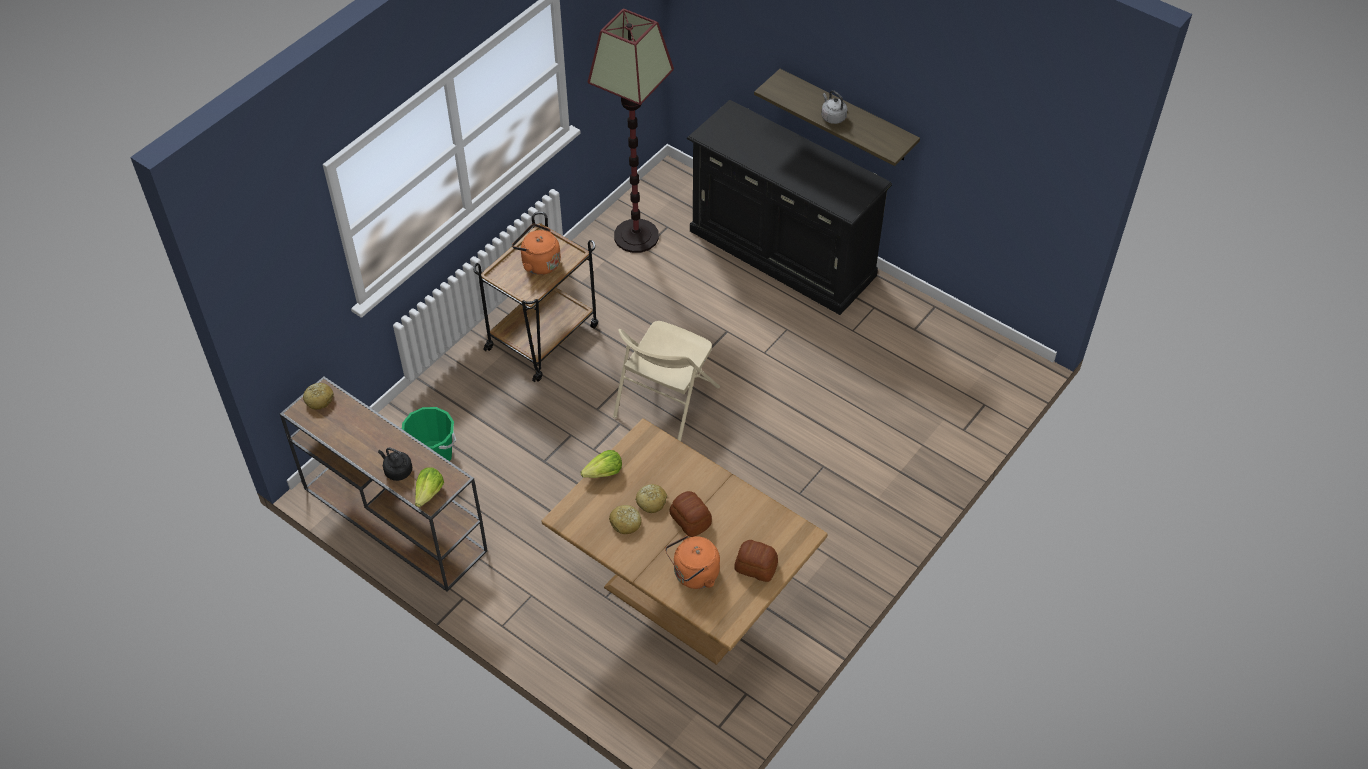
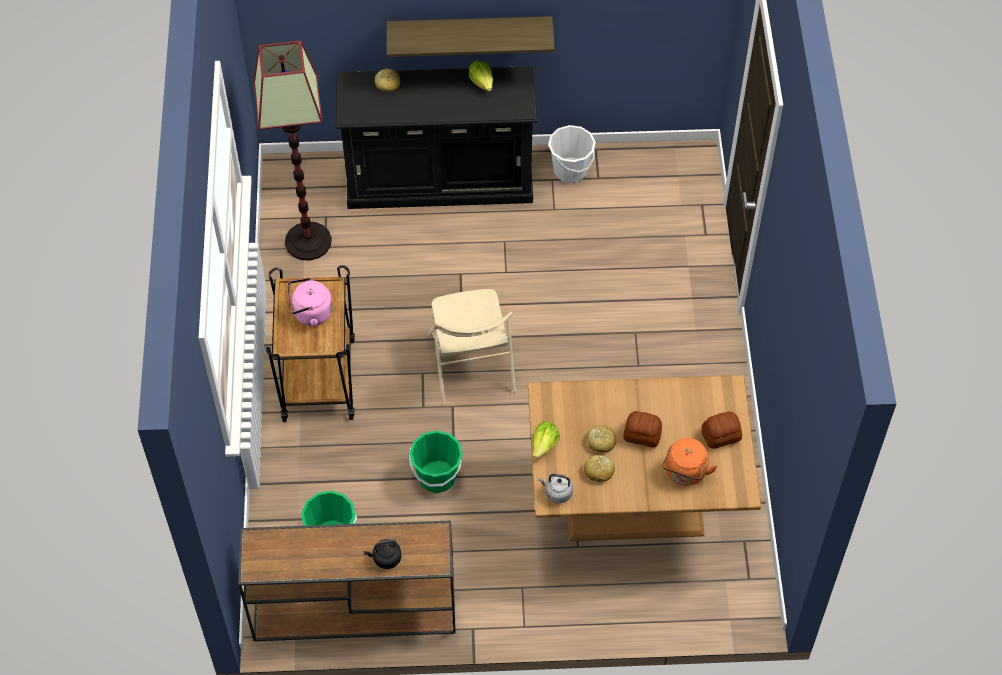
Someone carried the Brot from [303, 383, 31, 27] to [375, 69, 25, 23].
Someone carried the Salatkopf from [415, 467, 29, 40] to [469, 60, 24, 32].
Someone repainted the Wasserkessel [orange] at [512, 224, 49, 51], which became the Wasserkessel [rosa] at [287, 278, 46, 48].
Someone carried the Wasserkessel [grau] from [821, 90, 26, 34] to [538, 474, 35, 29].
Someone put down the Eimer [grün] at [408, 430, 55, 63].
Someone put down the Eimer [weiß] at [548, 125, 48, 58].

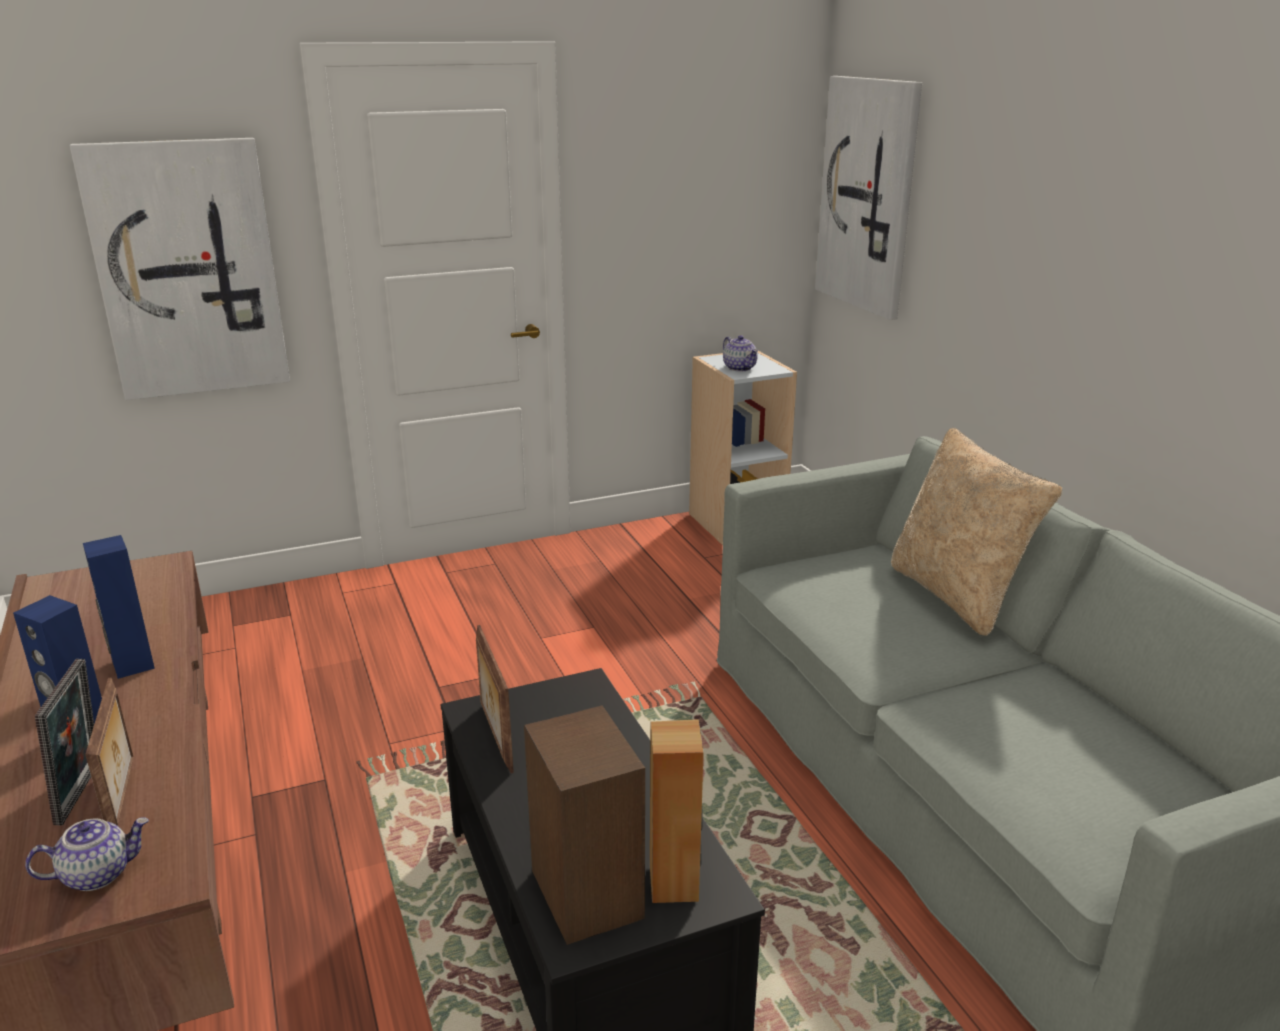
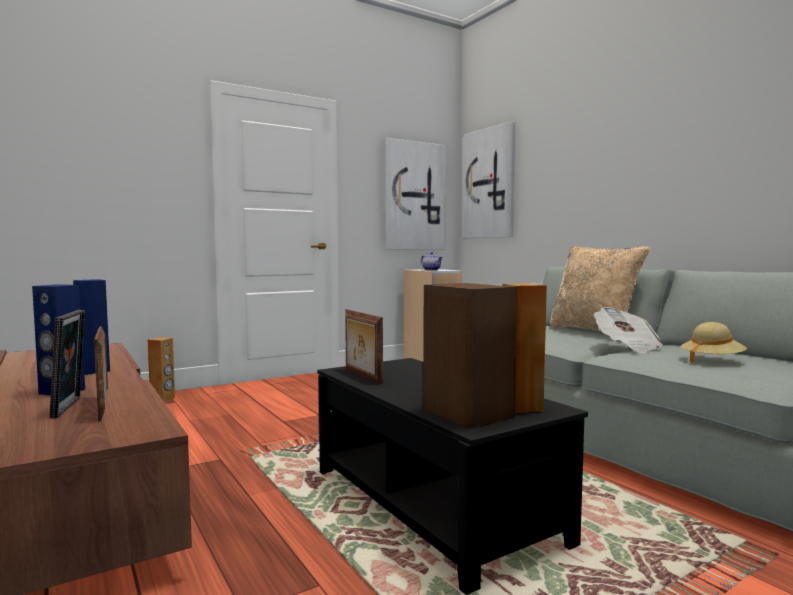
Someone took away the Teekanne at [25, 817, 124, 74].
Someone carried the Bild from [70, 138, 220, 262] to [385, 138, 61, 112].
Someone put down the Lautsprecher [braun] at [148, 337, 27, 65].
Someone put down the Zeitung at [594, 307, 69, 46].
Someone put down the Hut [beige] at [681, 322, 66, 42].

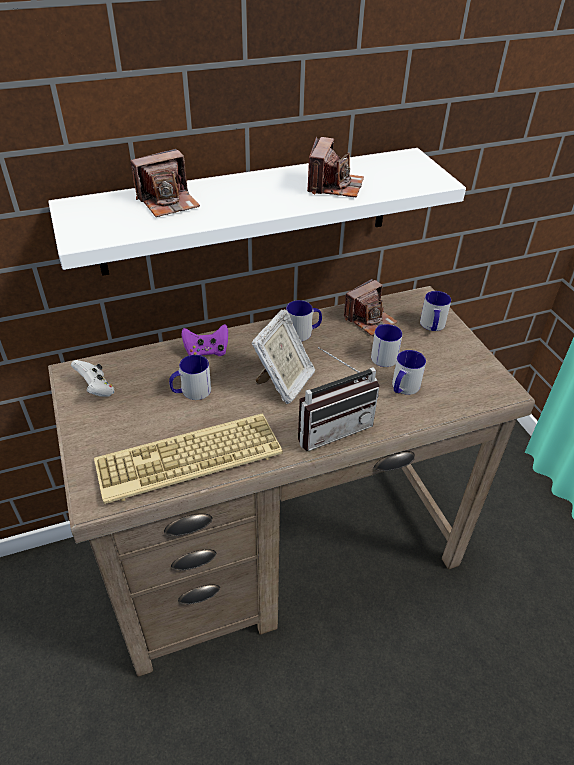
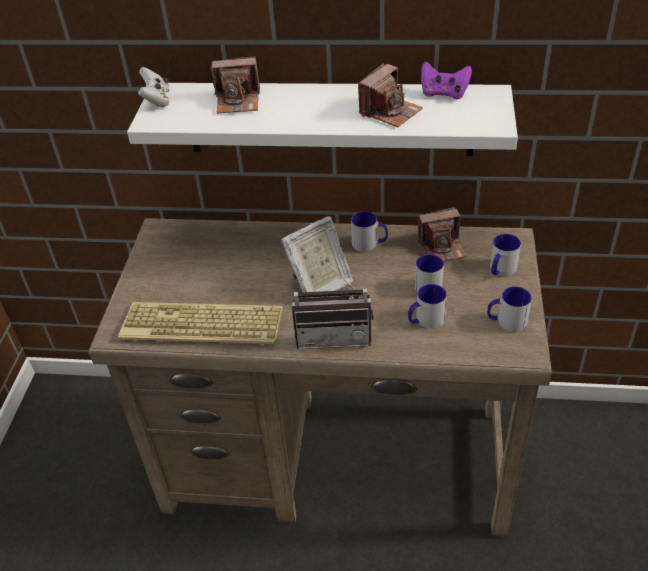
Someone carried the Gamepad [weiß] from [71, 360, 44, 37] to [138, 67, 31, 40].
Someone carried the Henkelbecher from [169, 355, 42, 45] to [487, 286, 45, 46].
Someone carried the Gamepad [lila] from [181, 324, 47, 32] to [421, 62, 51, 37].

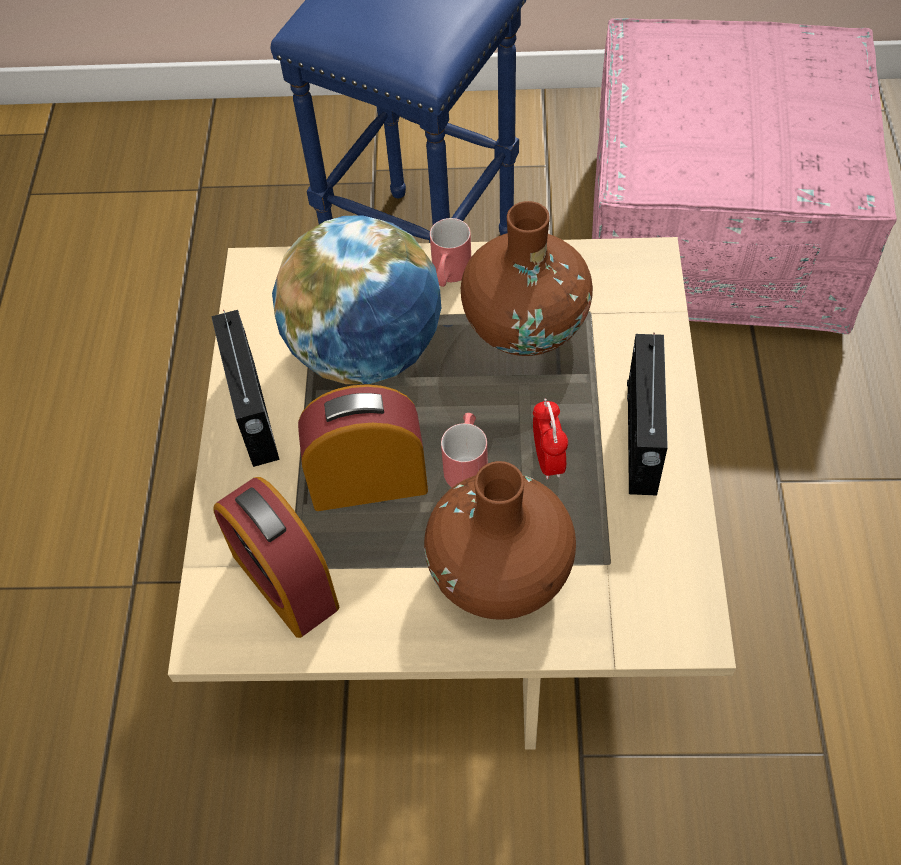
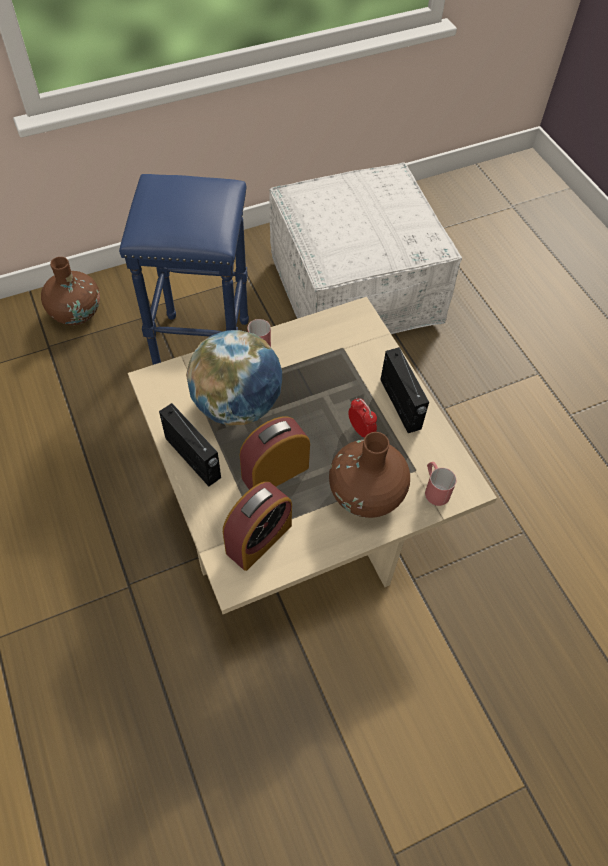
Someone rotated the Wecker at [213, 477, 126, 161] by 75 degrees counterclockwise.
Someone carried the Henkelbecher [rot] from [441, 413, 47, 74] to [425, 462, 31, 44].
Someone carried the Vase [braun] from [461, 201, 132, 155] to [41, 257, 59, 68].
Someone repainted the Polsterhocker [rosa] at [592, 18, 305, 316], which became the Polsterhocker [weiß] at [269, 162, 193, 172].

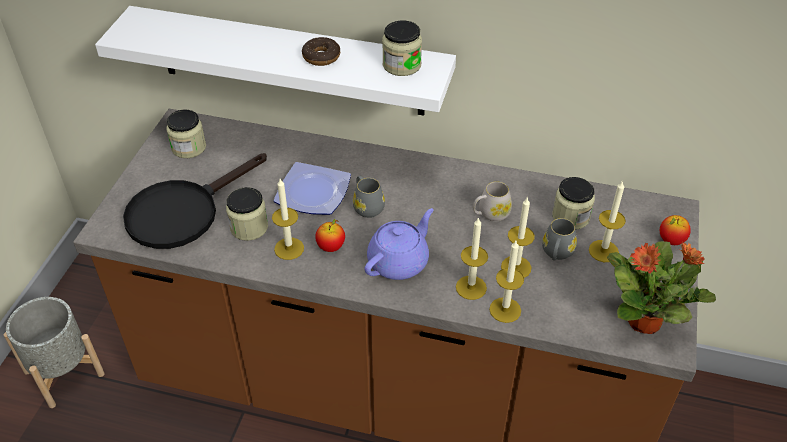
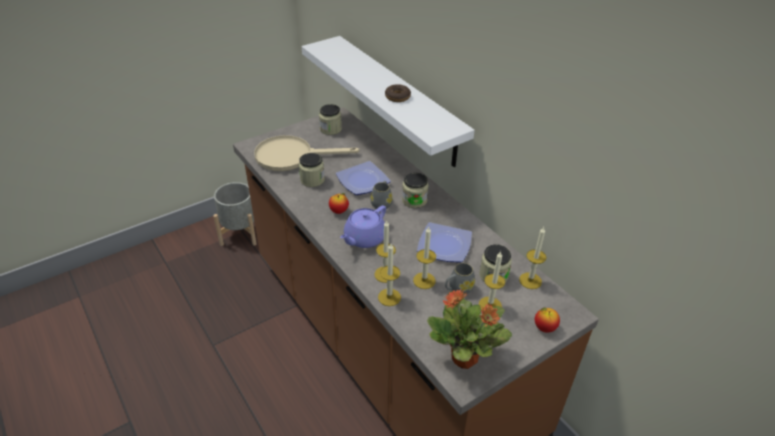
Someone repainted the Pfanne [schwarz] at [123, 153, 144, 96], which became the Pfanne [beige] at [254, 135, 105, 36].
Someone carried the Kerze from [272, 179, 32, 81] to [519, 227, 28, 62].
Someone rotated the Teekanne [lila] at [364, 208, 69, 72] by 135 degrees clockwise.
Someone carried the Vorratsglas from [382, 21, 40, 55] to [402, 173, 26, 35].
Someone swapped the Henkelbecher [weiß] at [473, 181, 39, 41] for the Teller at [417, 222, 55, 41].

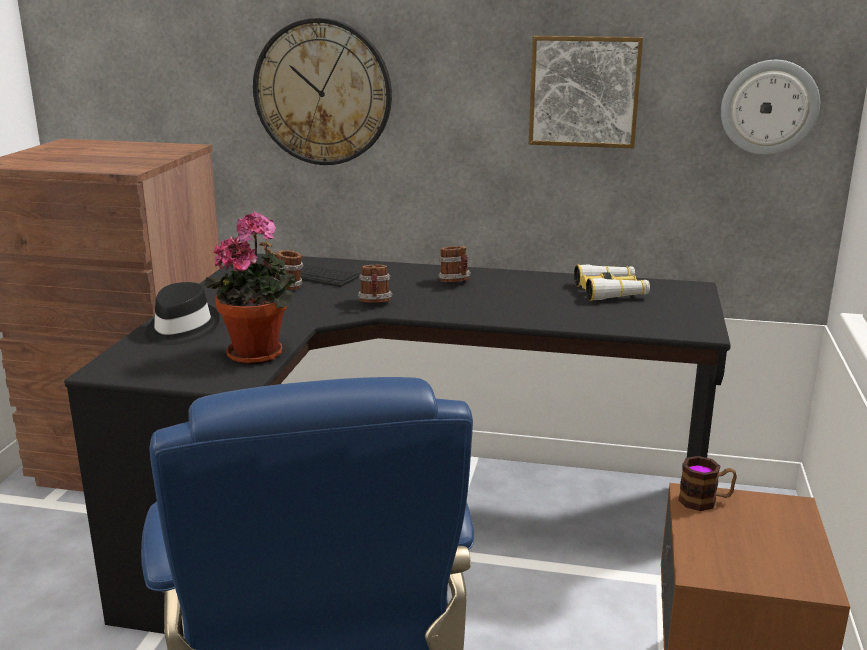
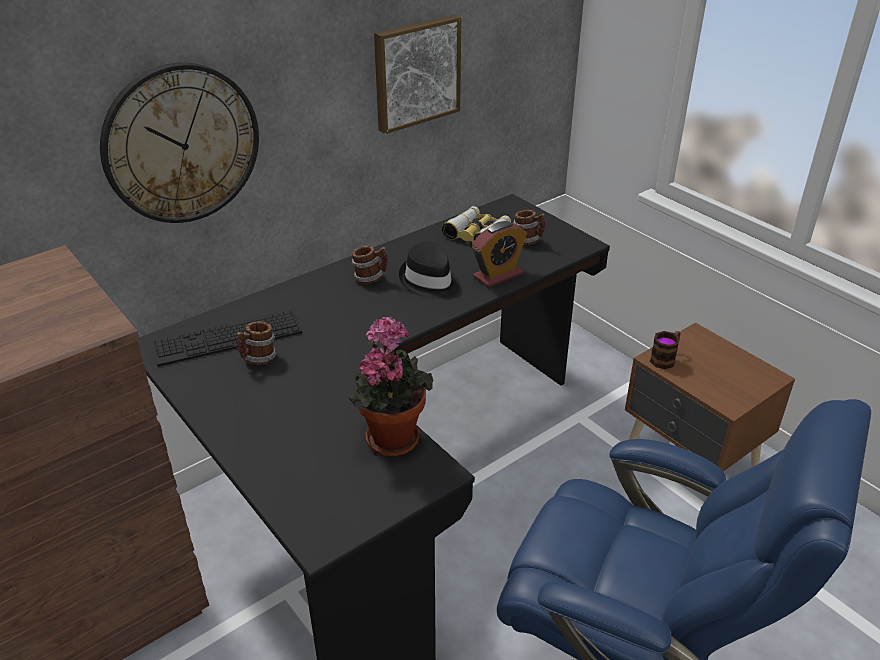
Someone carried the Hut [schwarz] from [145, 282, 74, 63] to [399, 241, 61, 58].
Someone carried the Henkelbecher from [358, 265, 34, 38] to [513, 210, 33, 35].
Someone took away the Wanduhr at [721, 60, 99, 95].
Someone put down the Wecker at [472, 221, 55, 67].

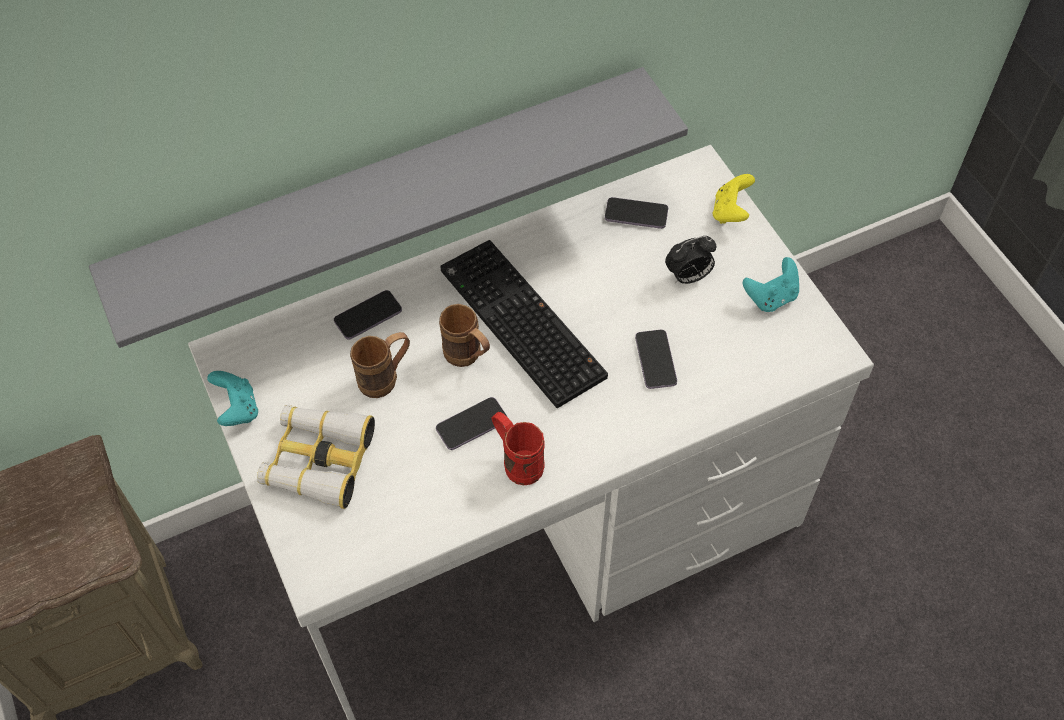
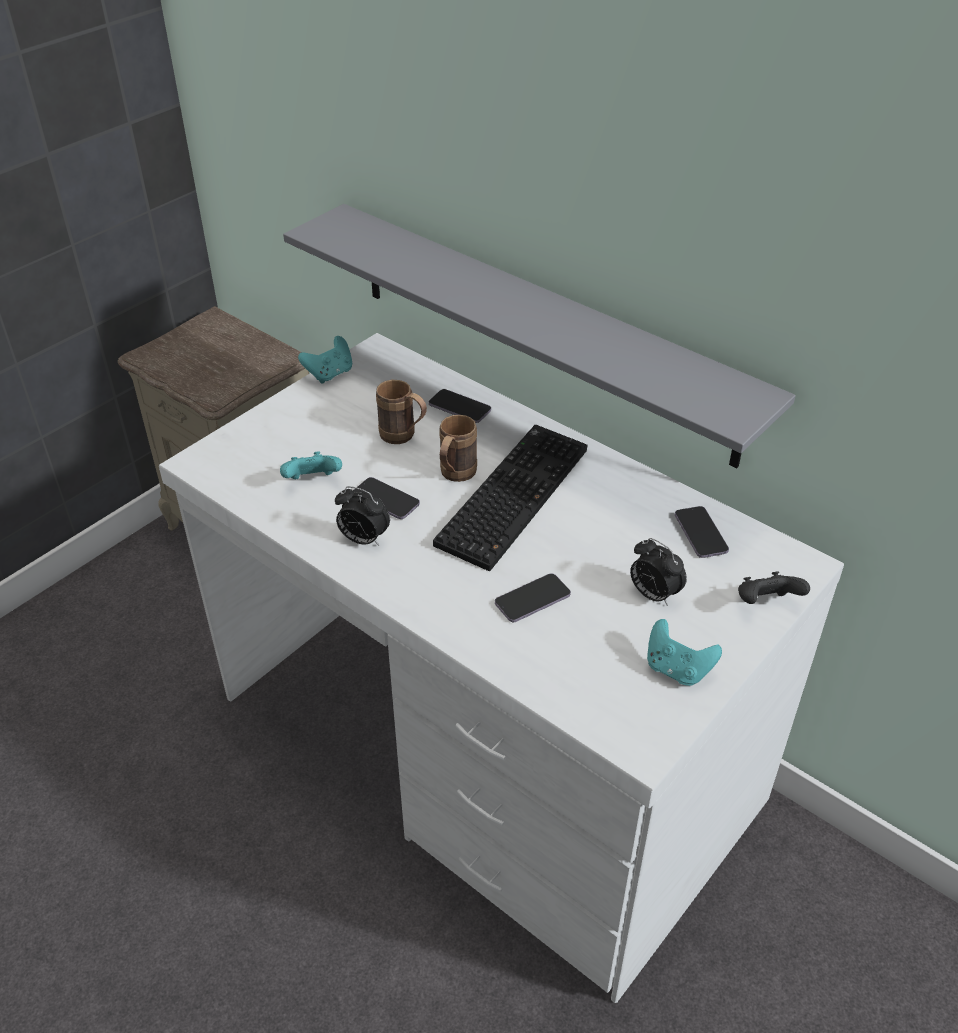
Someone took away the Fernglas at [257, 405, 118, 104].
Someone swapped the Henkelbecher [rot] at [492, 412, 53, 73] for the Wecker at [335, 486, 55, 60].
Someone repainted the Gamepad [gelb] at [713, 174, 42, 50], which became the Gamepad [schwarz] at [738, 571, 72, 33].
Someone put down the Gamepad [türkis] at [280, 451, 62, 28].

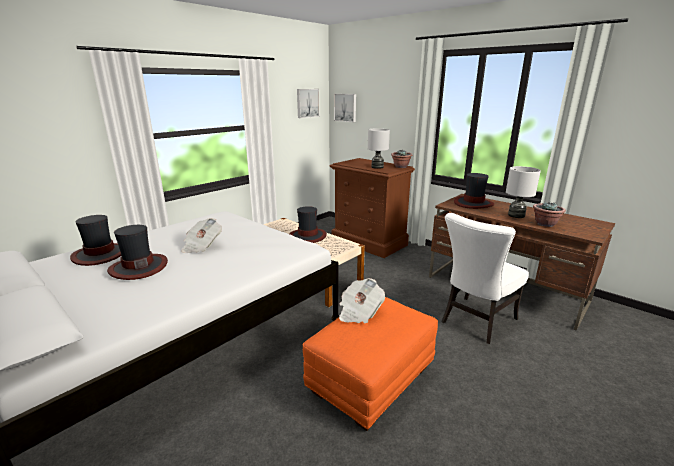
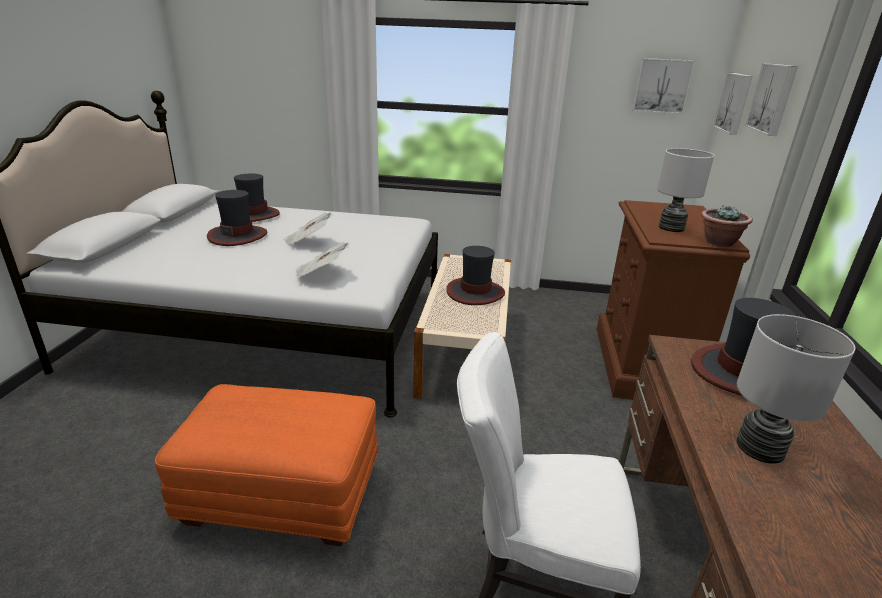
Someone carried the Zeitung from [339, 278, 46, 45] to [296, 242, 53, 36].
Someone took away the Topfpflanze at [533, 201, 33, 26].
Someone put up the Bild at [745, 63, 53, 73].

